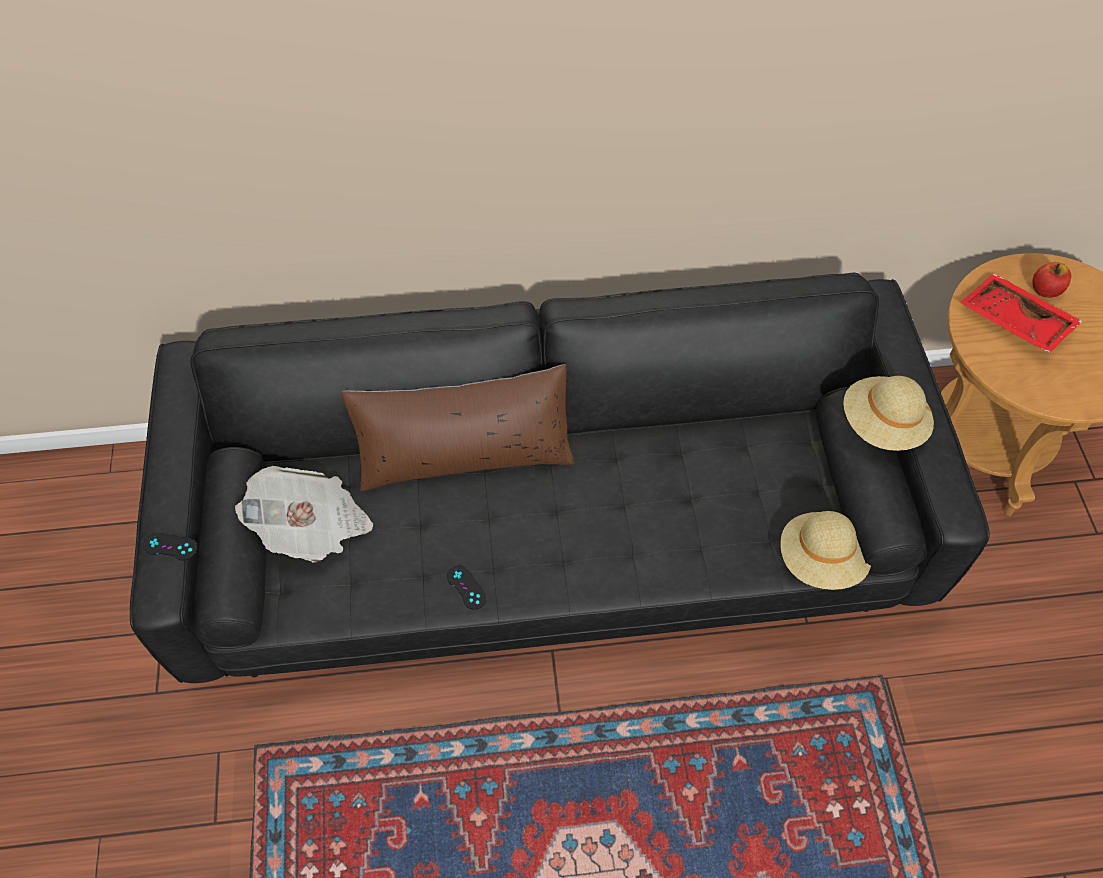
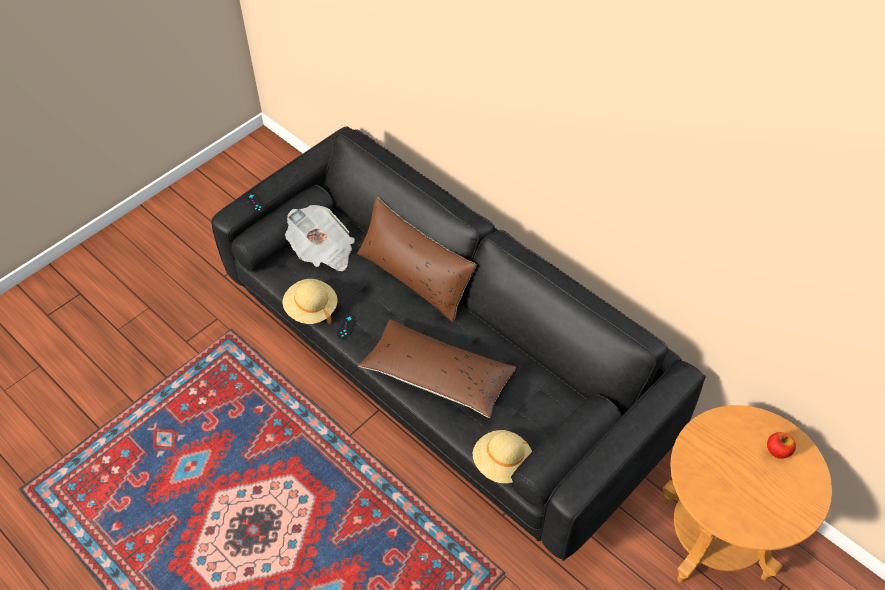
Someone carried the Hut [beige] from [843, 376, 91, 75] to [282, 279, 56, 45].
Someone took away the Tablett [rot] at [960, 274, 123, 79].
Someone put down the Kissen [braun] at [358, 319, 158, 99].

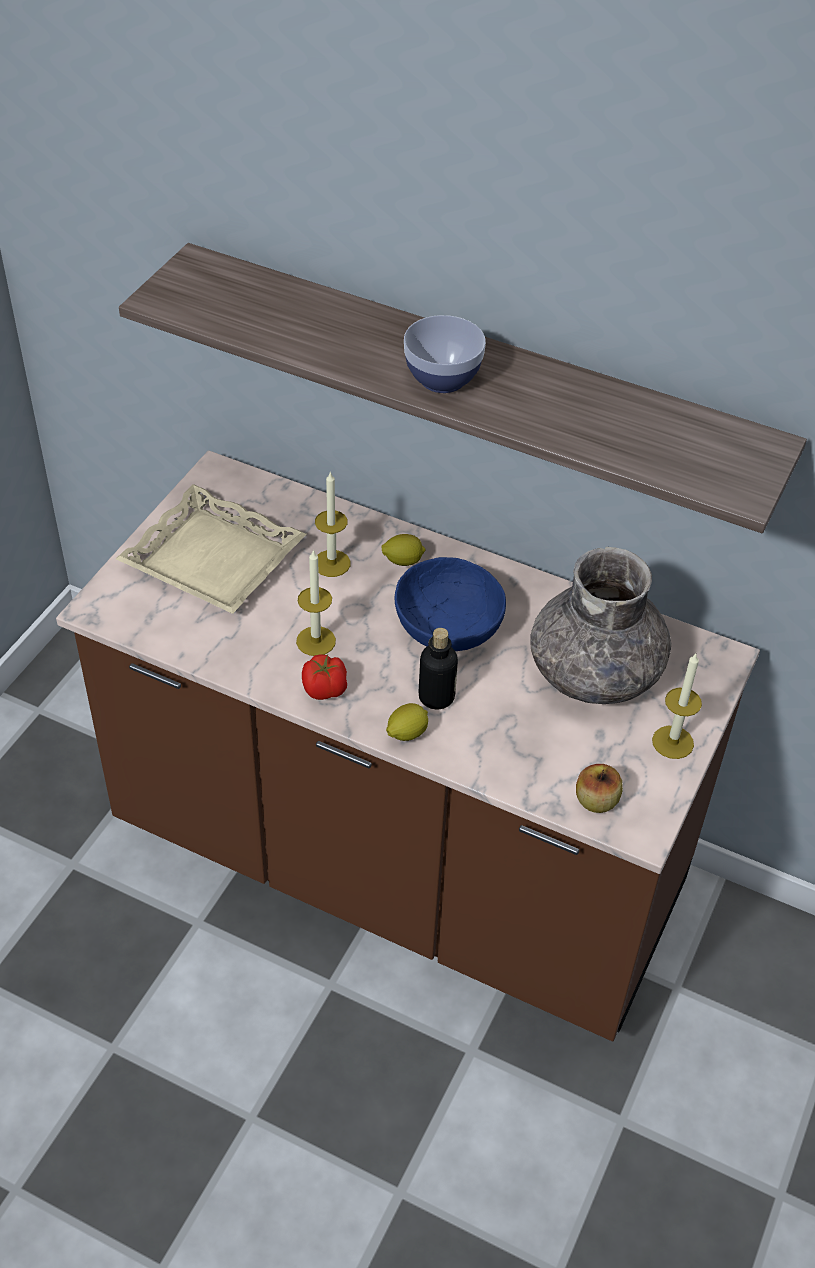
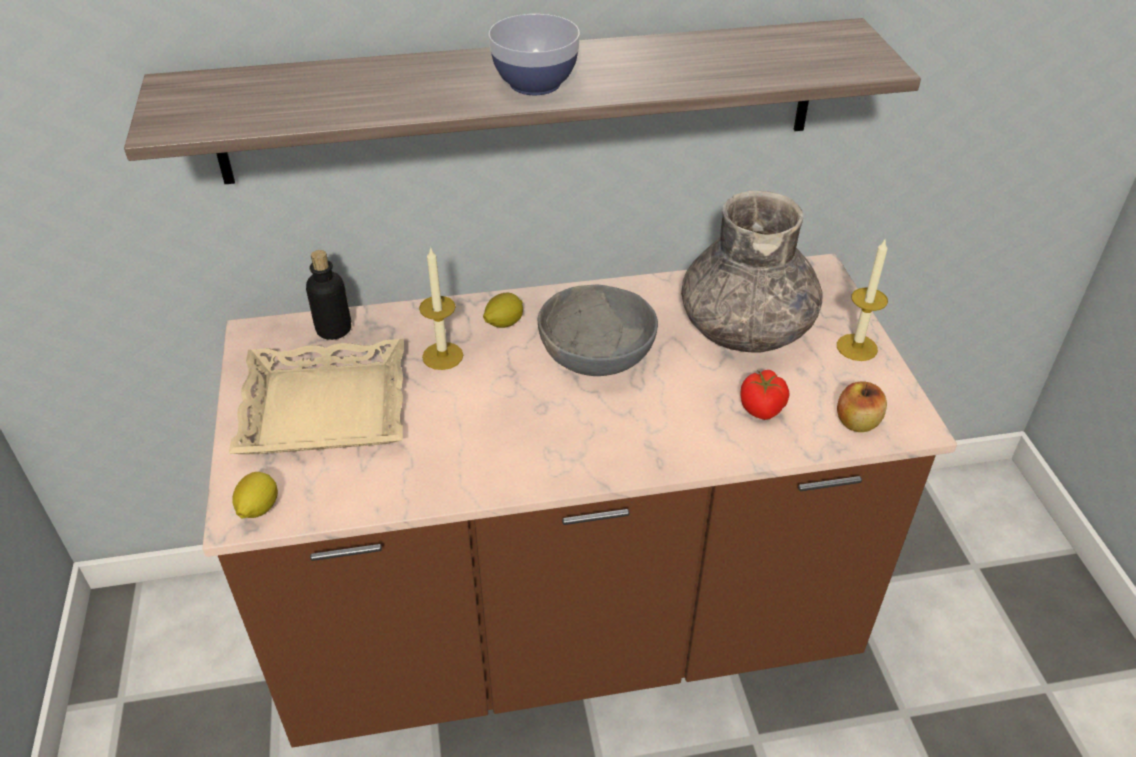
Someone took away the Kerze at [296, 549, 40, 107].
Someone carried the Tomate from [302, 654, 45, 46] to [740, 370, 49, 50].
Someone carried the Zitrone from [386, 703, 42, 38] to [232, 472, 46, 46].
Someone repainted the Schüssel [blau] at [395, 557, 111, 94], which became the Schüssel [grau] at [538, 285, 120, 91].
Someone carried the Flasche from [419, 628, 39, 81] to [306, 250, 45, 90].

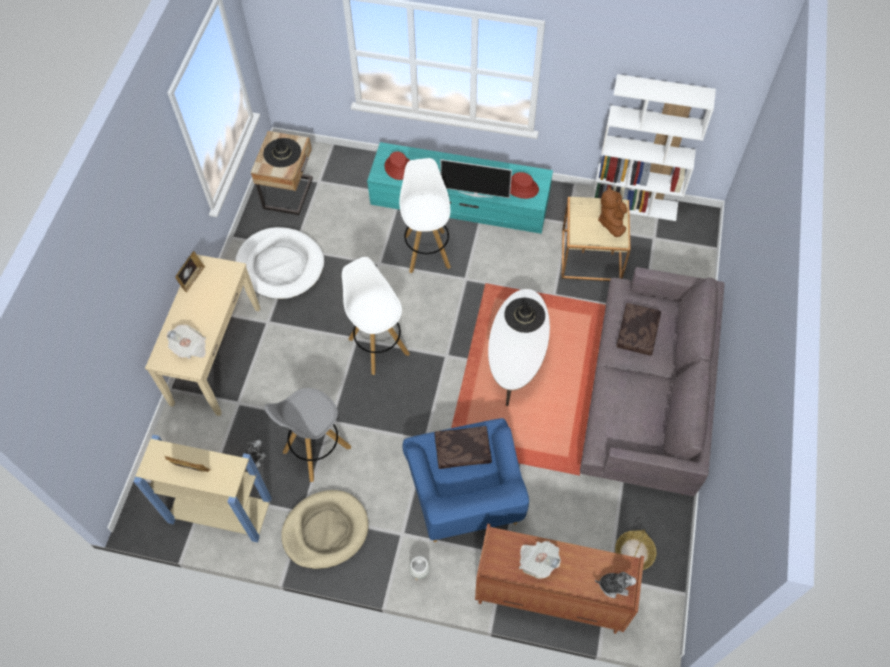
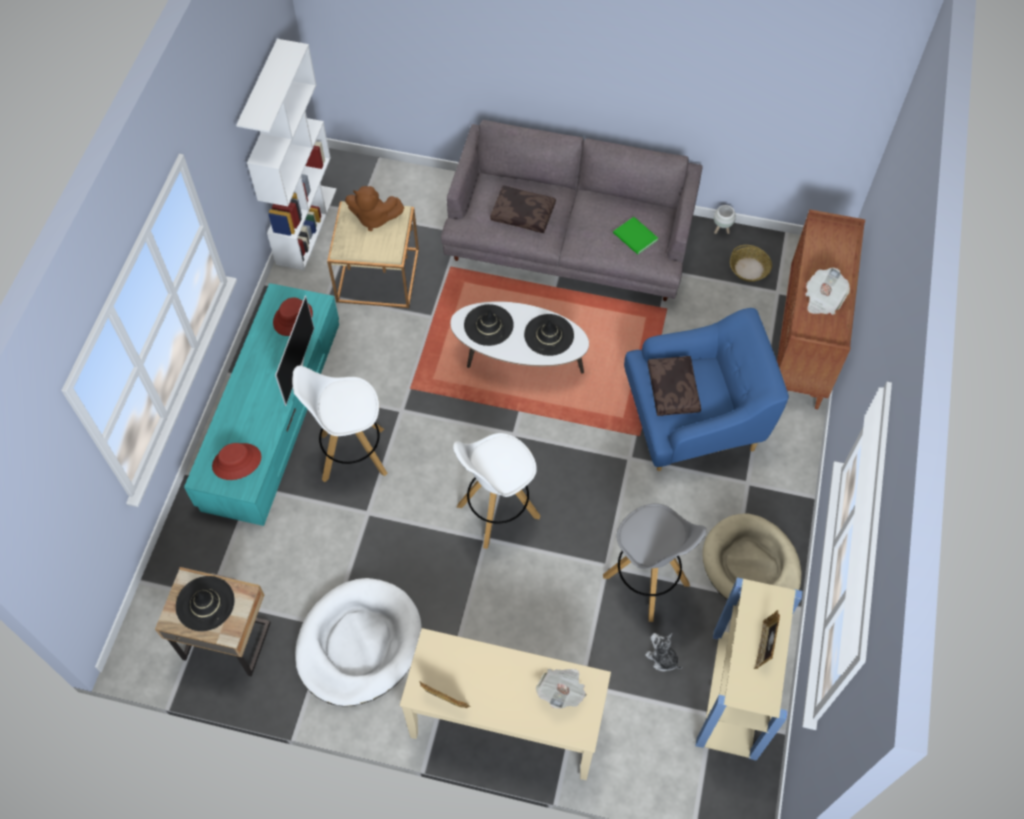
Someone carried the Pflanzkübel [weiß] from [409, 556, 21, 24] to [714, 205, 22, 29].
Someone took away the Plüschtier at [595, 572, 41, 26].
Someone put down the Hut [schwarz] at [524, 314, 50, 42].
Someone put down the Buch [grün] at [613, 217, 45, 37].

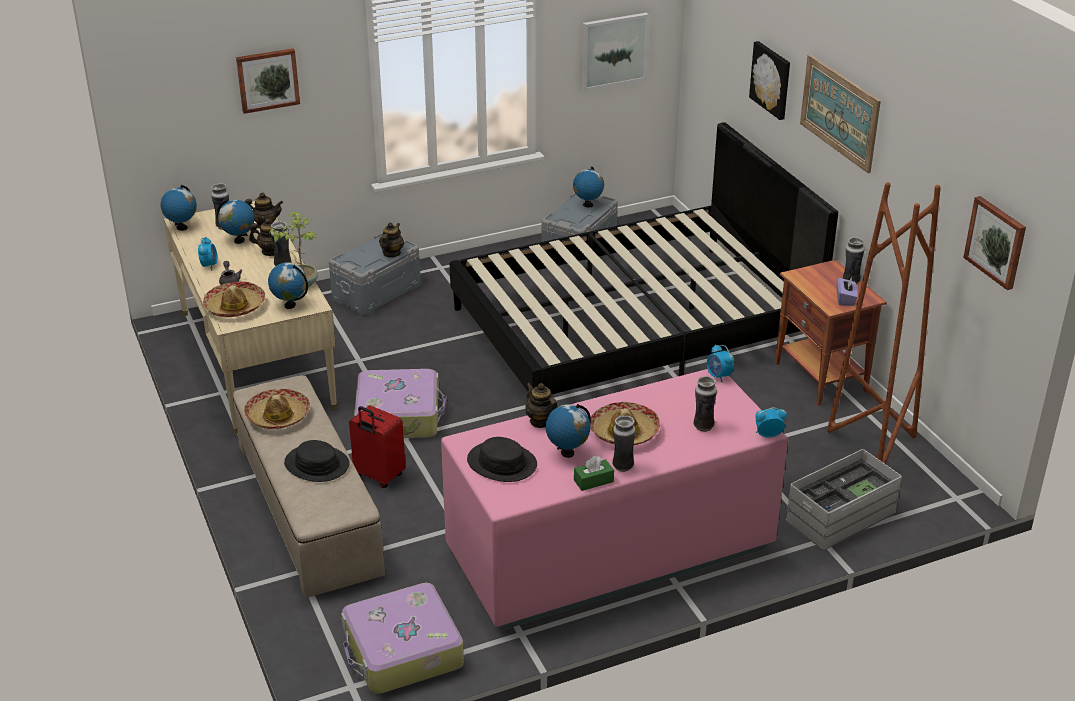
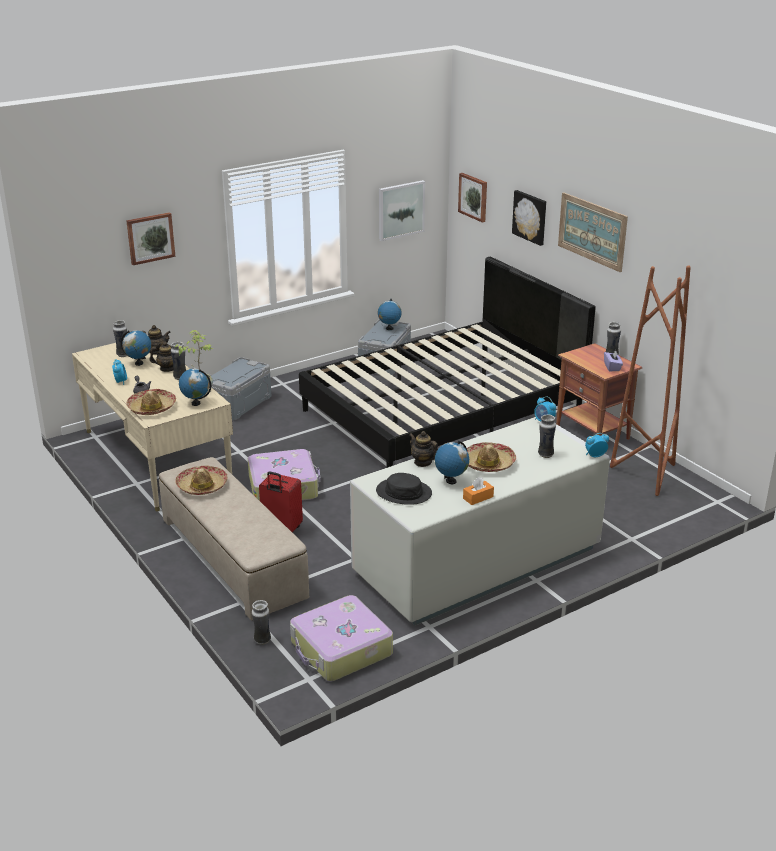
Someone took away the Globus at [161, 185, 36, 46].
Someone took away the Hut [schwarz] at [284, 440, 66, 42].
Someone took away the Teekanne at [379, 223, 25, 34].
Someone repainted the Kommode [rosa] at [441, 369, 347, 261], which became the Kommode [weiß] at [350, 417, 260, 208].
Someone repainted the Taschentuchbox [grün] at [574, 456, 40, 35], which became the Taschentuchbox [orange] at [463, 477, 31, 28].
Someone carried the Vase from [612, 415, 23, 57] to [252, 600, 19, 45].
Someone took away the Aufbewahrungsbox [grau] at [786, 449, 116, 101].
Someone carried the Bild from [963, 196, 63, 94] to [458, 173, 29, 49].

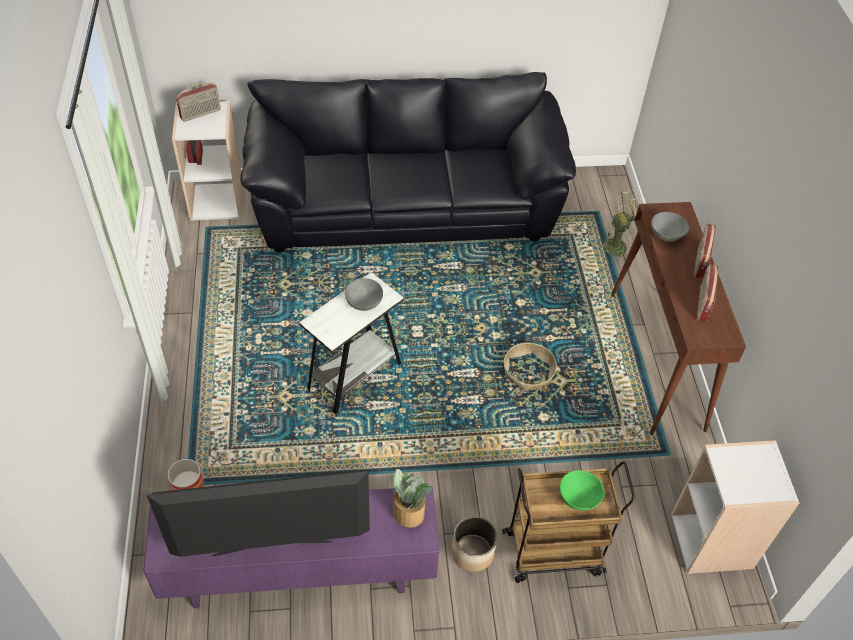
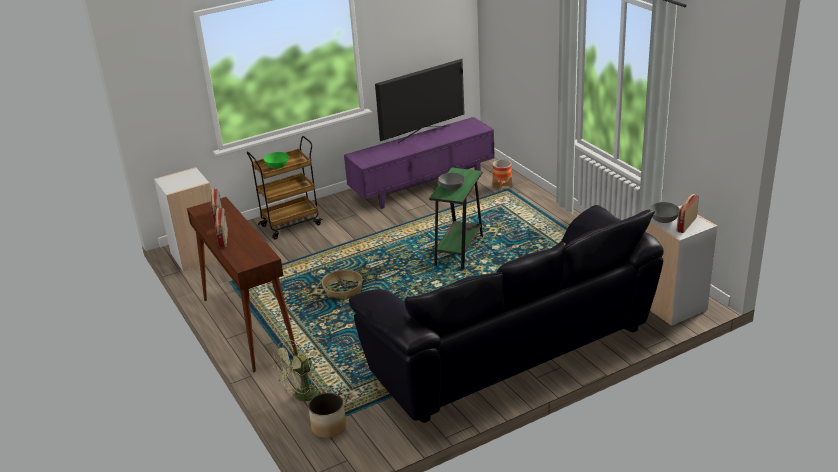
Someone repainted the Beistelltisch [weiß] at [299, 272, 105, 142], which became the Beistelltisch [grün] at [429, 168, 54, 102].
Someone took away the Topfpflanze at [389, 469, 43, 59].
Someone carried the Pflanzkübel from [452, 516, 45, 56] to [308, 393, 38, 45].
Someone carried the Schüssel [grau] from [651, 212, 38, 30] to [649, 202, 30, 21].

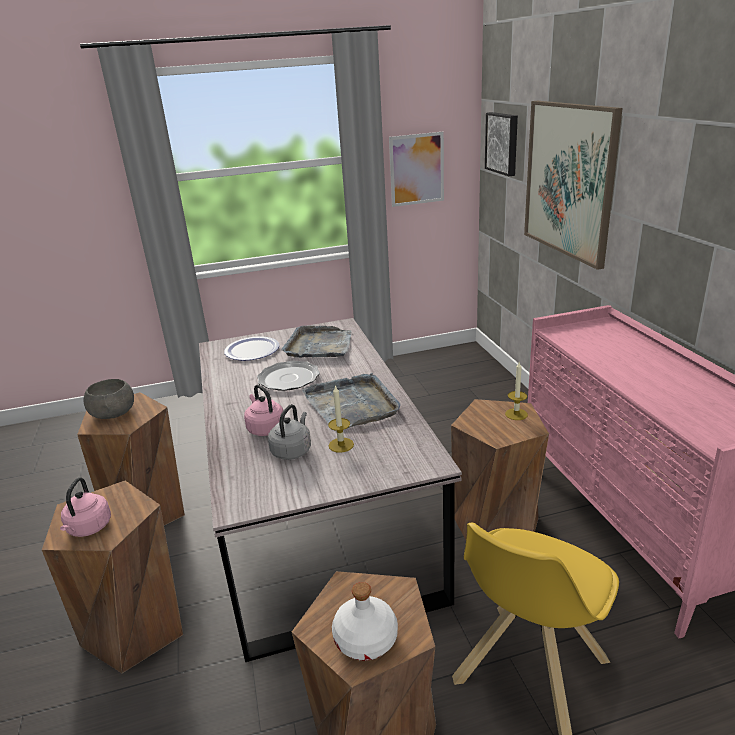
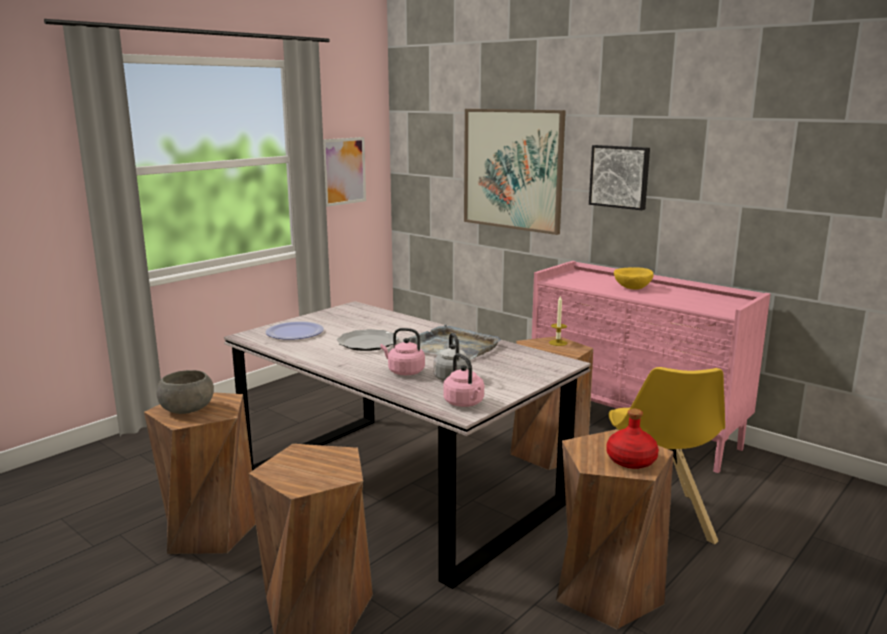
Someone carried the Wasserkessel [rosa] from [60, 477, 51, 60] to [443, 353, 41, 54].
Someone took away the Tablett [grau] at [281, 326, 71, 32].
Someone took away the Kerze at [328, 385, 26, 68].
Someone repainted the Flasche [weiß] at [332, 582, 66, 79], which became the Flasche [rot] at [606, 409, 53, 60].
Someone carried the Bild from [485, 112, 33, 64] to [589, 145, 61, 65].
Someone put down the Schüssel [gelb] at [614, 268, 40, 22].

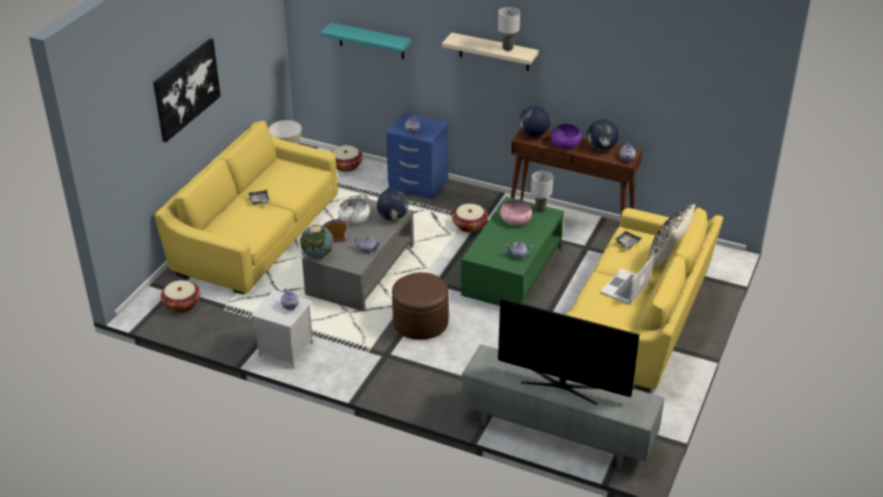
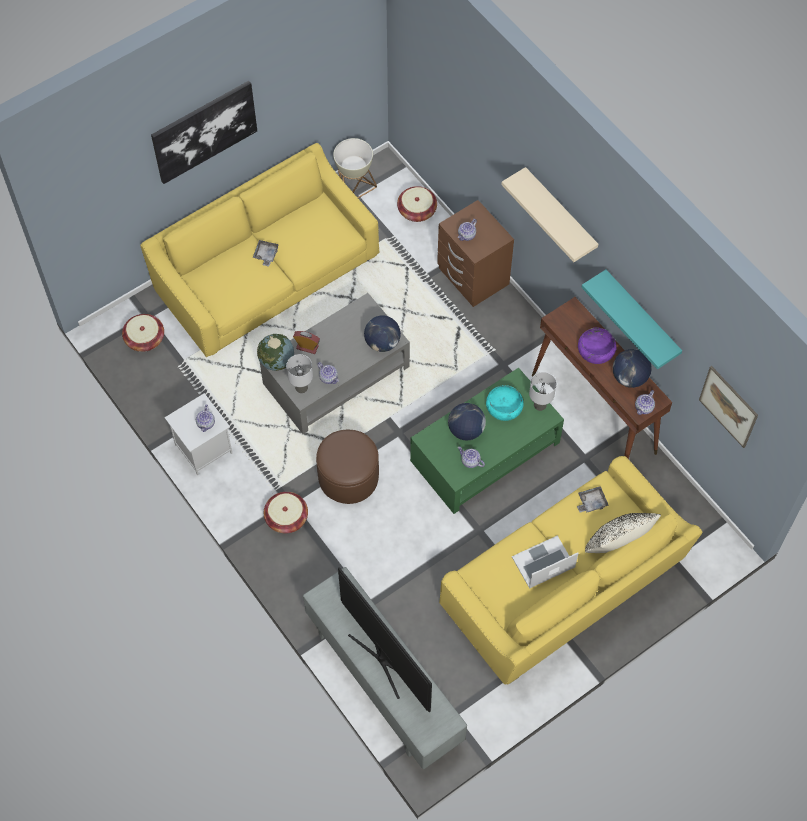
Someone carried the Wandregal [türkis] from [320, 22, 92, 37] to [581, 270, 101, 100].
Someone took away the Schüssel [weiß] at [338, 198, 32, 27].
Someone repainted the Nachttisch [blau] at [386, 113, 62, 87], which became the Nachttisch [braun] at [437, 200, 77, 107].
Someone carried the Korb from [452, 204, 36, 28] to [264, 492, 44, 41].
Someone carried the Tischlampe [weiß] from [498, 7, 22, 44] to [286, 354, 27, 39].
Someone repainted the Schüssel [rosa] at [500, 199, 32, 27], which became the Schüssel [türkis] at [486, 385, 38, 36].
Someone carried the Globus from [519, 106, 32, 31] to [448, 403, 38, 37].
Someone put up the Bild at [699, 366, 59, 82].

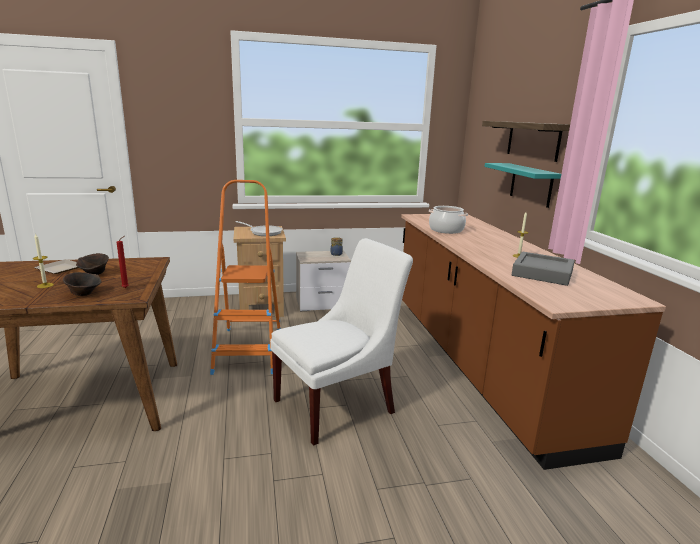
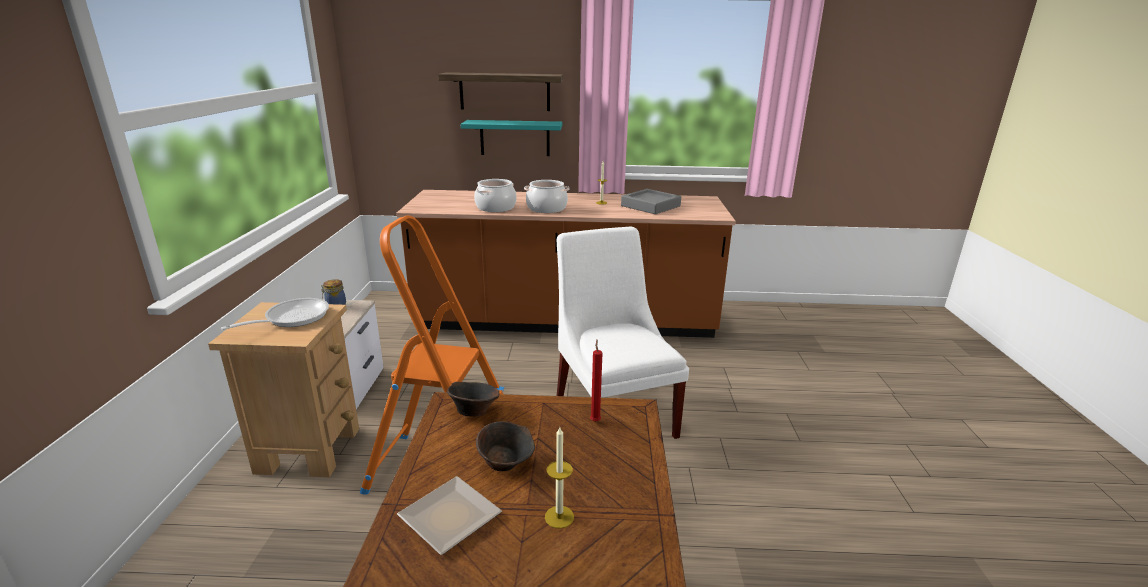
Someone carried the Schüssel [braun] from [63, 272, 39, 24] to [447, 382, 52, 35].
Someone put down the Kochtopf at [524, 180, 46, 33].

